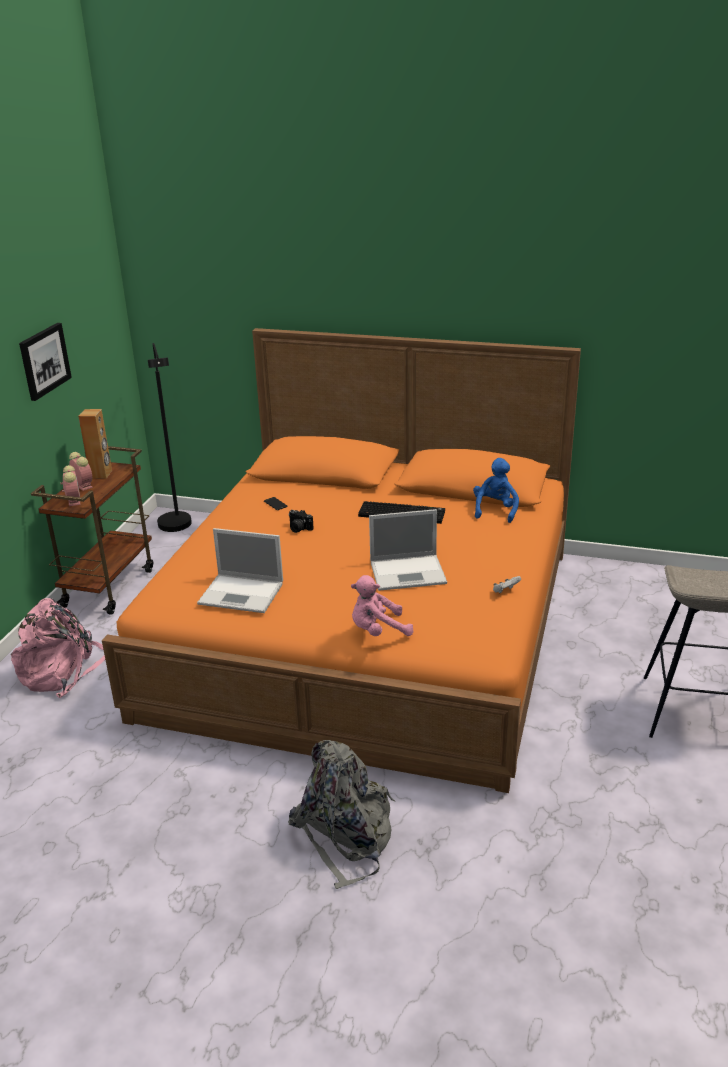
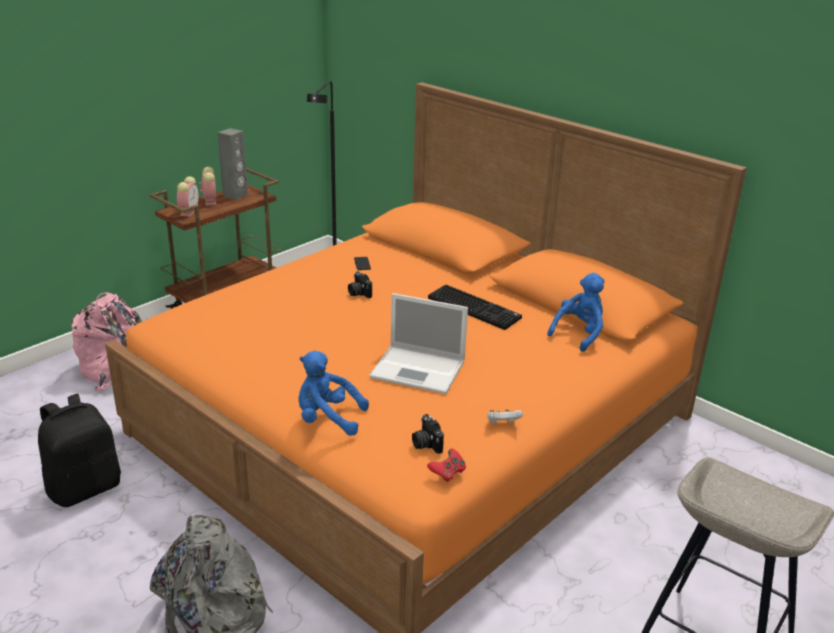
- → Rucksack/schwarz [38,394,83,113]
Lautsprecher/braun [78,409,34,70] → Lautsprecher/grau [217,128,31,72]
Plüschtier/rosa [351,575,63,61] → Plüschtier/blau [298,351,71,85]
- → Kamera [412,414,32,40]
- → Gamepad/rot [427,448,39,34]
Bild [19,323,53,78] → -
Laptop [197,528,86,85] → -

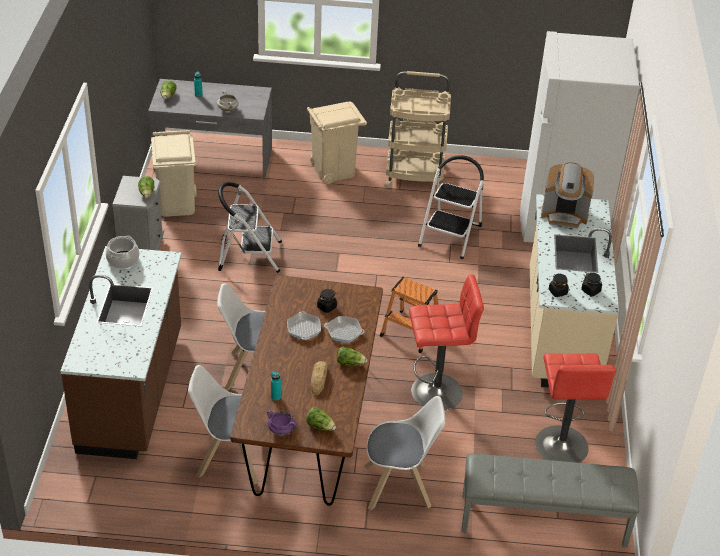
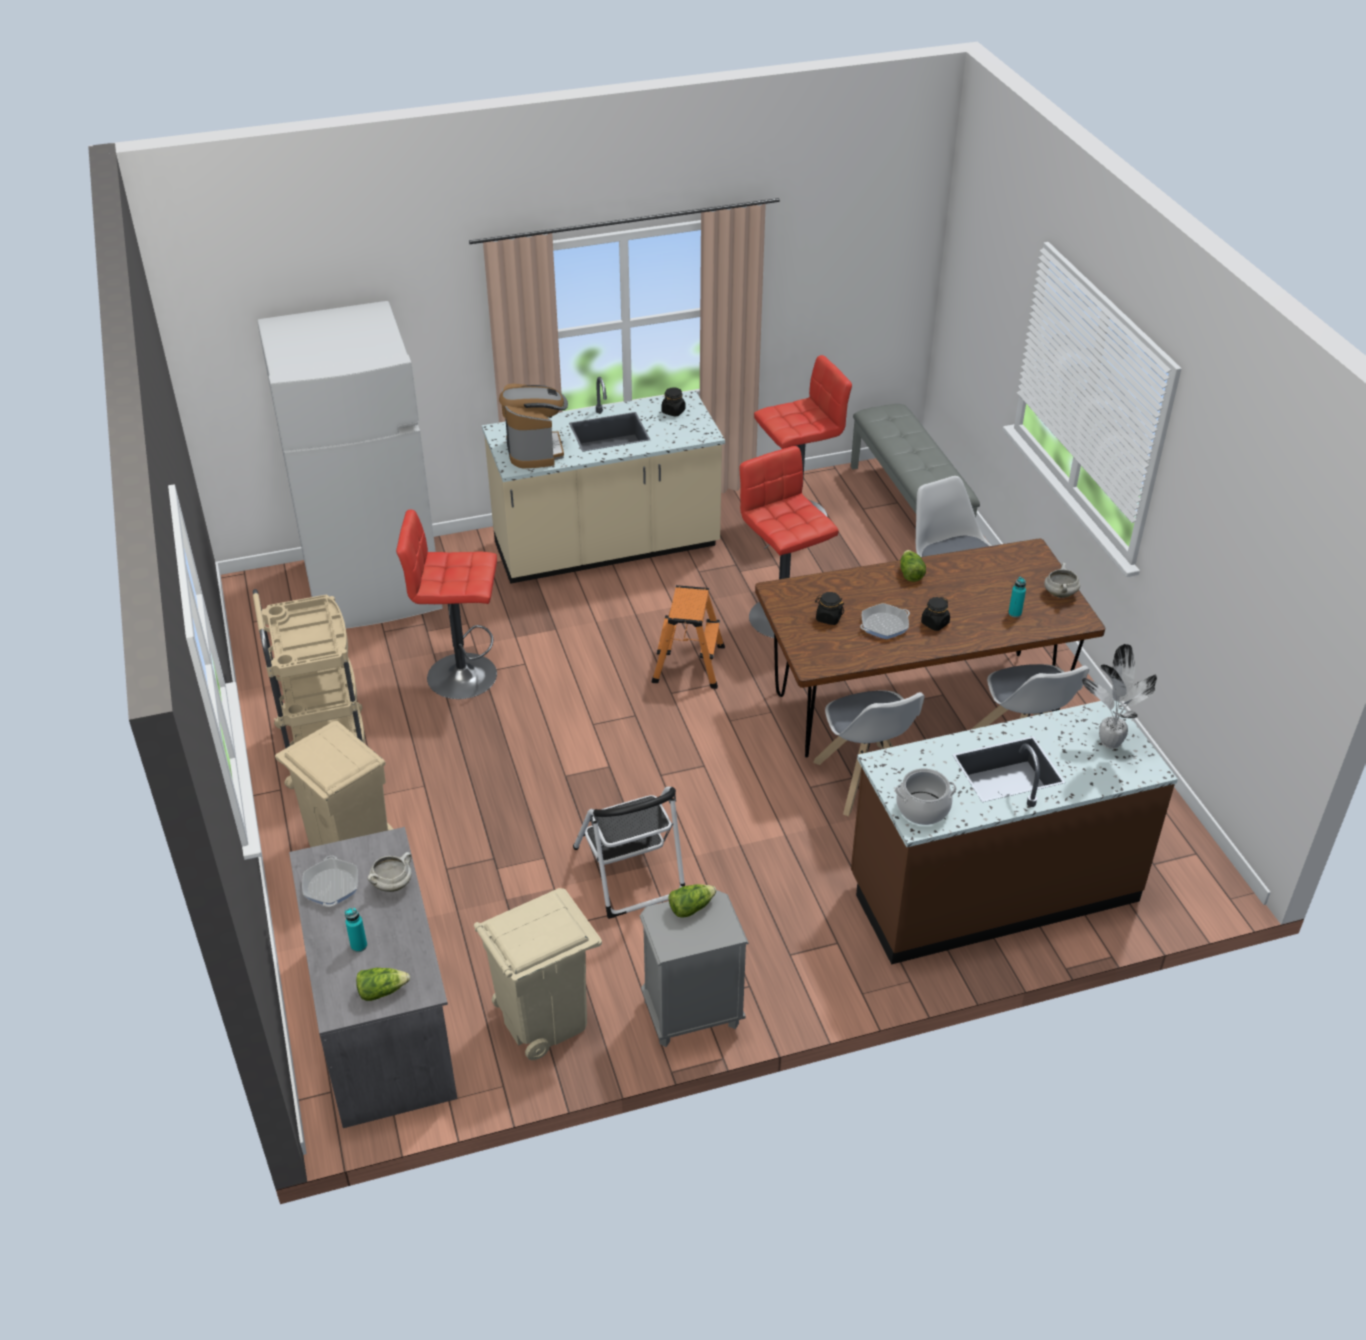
Pfanne [324,316,41,27] → Pfanne [302,855,56,52], relocated
Trittleiter [418,155,66,104] → Hocker/rot [396,510,101,189]
Vorratsglas/schwarz [549,273,20,24] → Vorratsglas/schwarz [921,597,29,34], relocated
Kochtopf/lila [267,410,29,25] → Kochtopf/weiß [1044,563,36,35]
- → Topfpflanze [1082,644,75,105]
Salatkopf [306,407,30,24] → -
Brot [311,361,16,34] → -

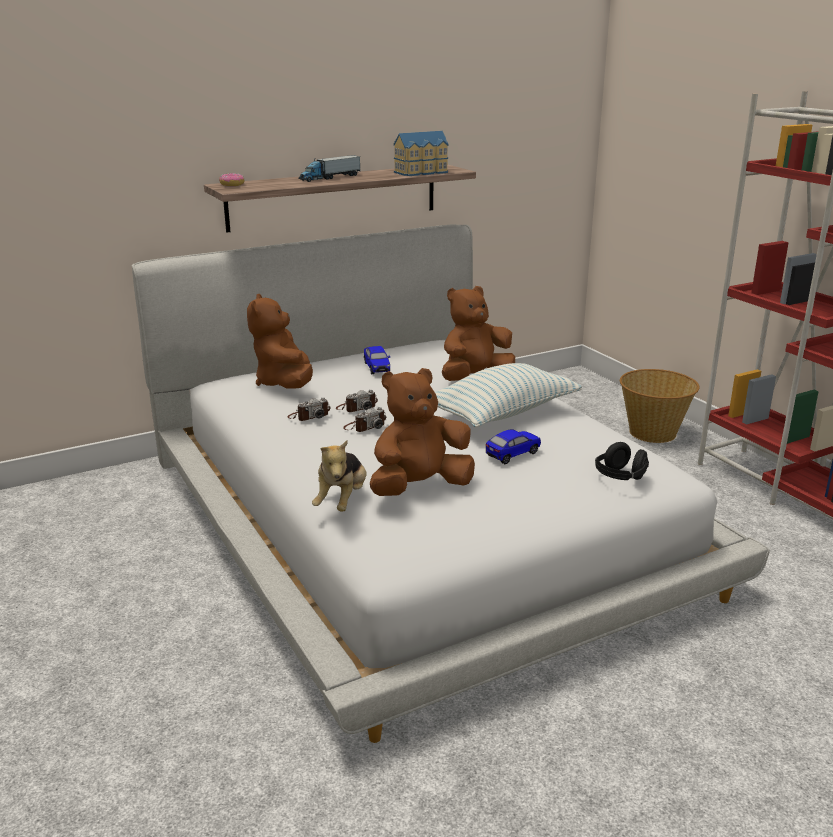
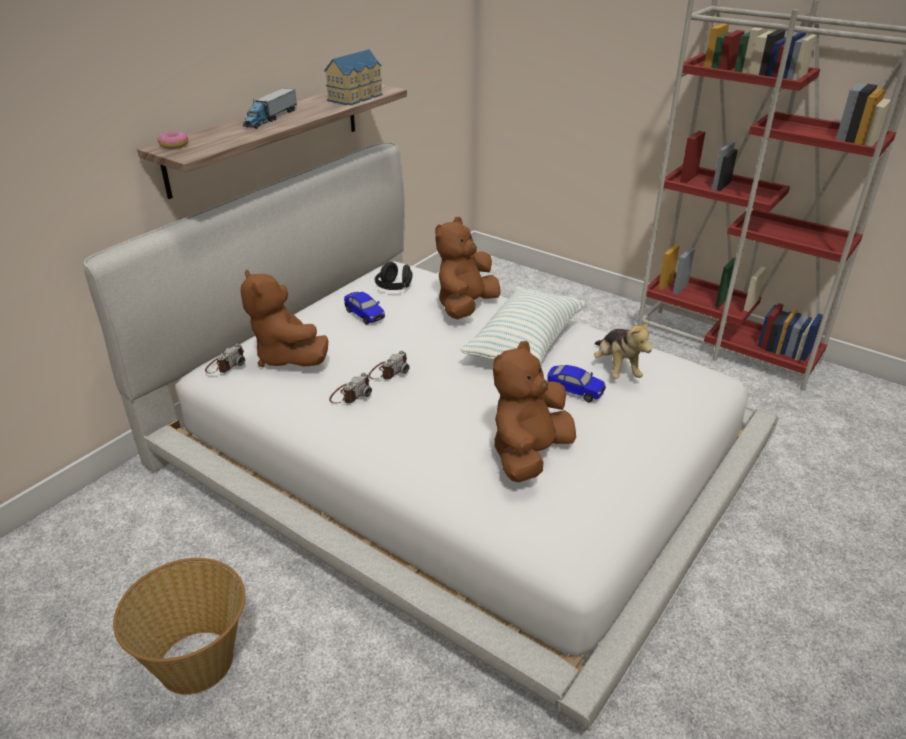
Korb [620,369,80,74] → Korb [113,558,132,137], relocated
Kamera [343,407,43,25] → Kamera [205,344,40,29], relocated
Kopfhörer/schwarz [595,442,54,38] → Kopfhörer/schwarz [375,262,38,28], relocated
Spielzeugauto [486,429,55,35] → Spielzeugauto [547,365,59,37], 90 degrees clockwise
Plüschtier [312,440,55,72] → Plüschtier [594,320,58,59], relocated

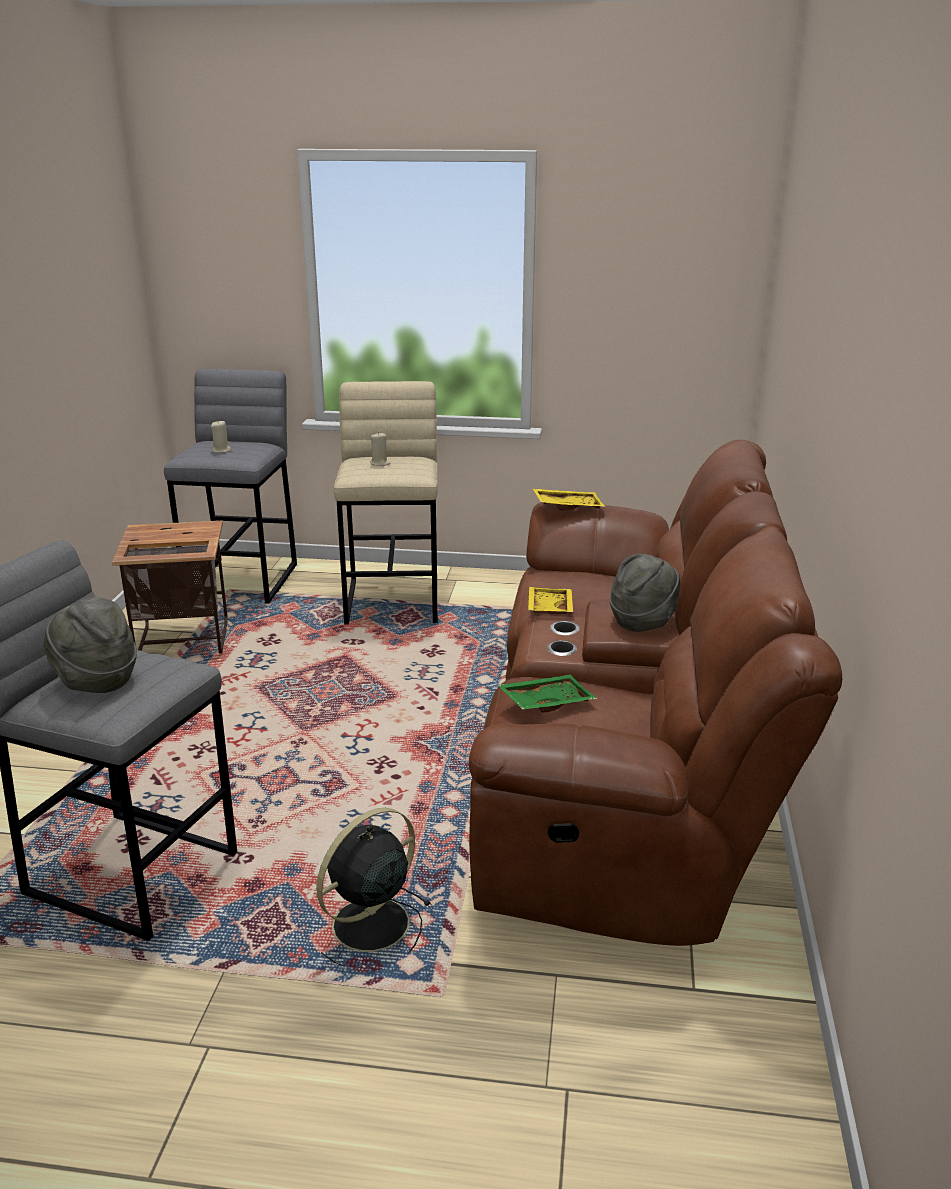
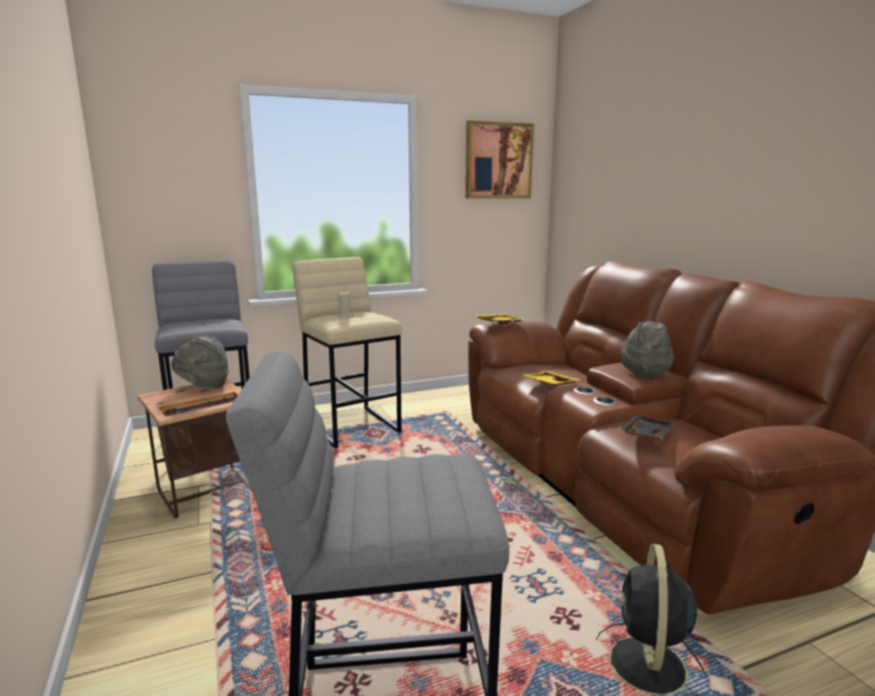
Hut/grau [44,597,93,96] → Hut/grau [171,336,58,52], relocated
- → Bild [466,121,68,78]
Tablett/grün [498,675,99,37] → Tablett/schwarz [619,415,56,26]
Kerze/beige [211,421,20,32] → -

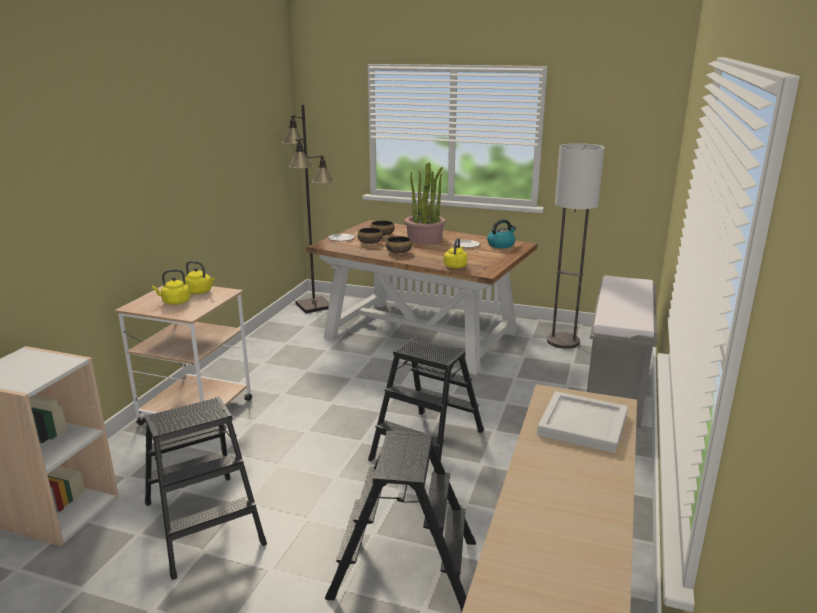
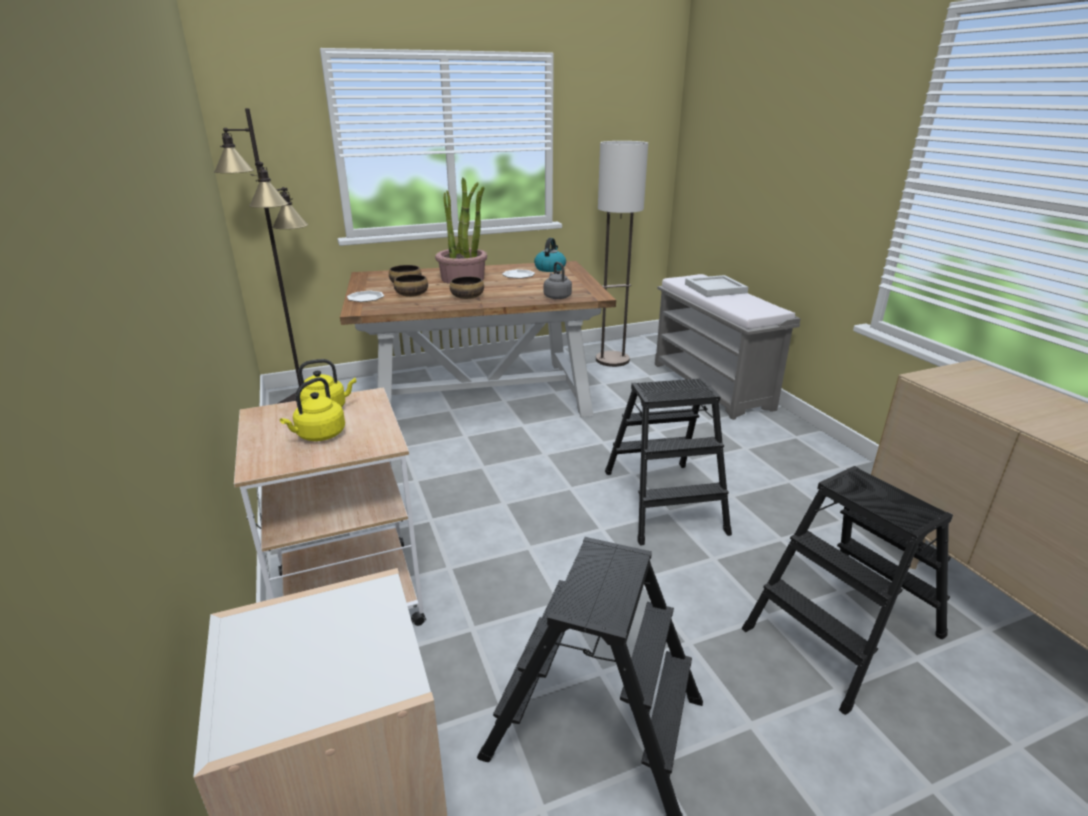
Wasserkessel/gelb [444,238,23,30] → Wasserkessel/grau [544,262,28,37]
Tablett/weiß [537,391,91,62] → Tablett/weiß [685,275,63,22], relocated

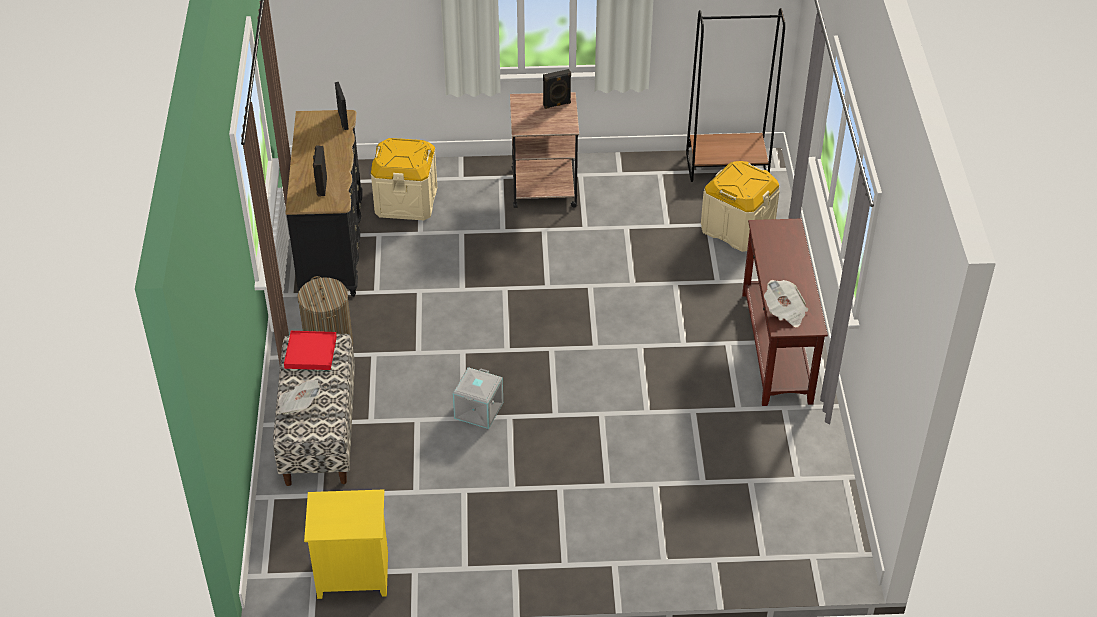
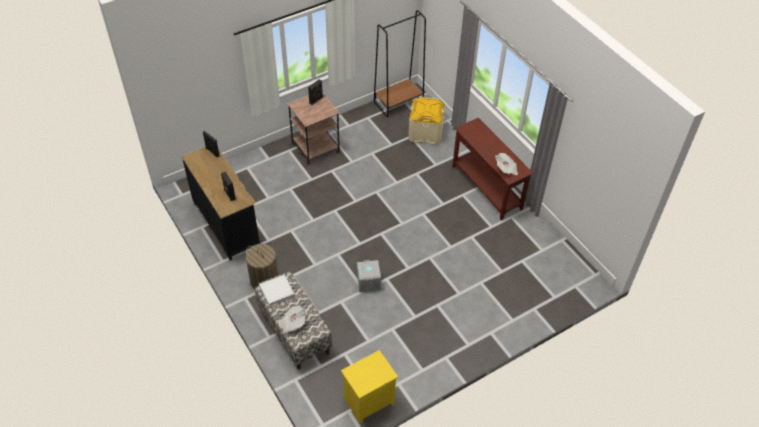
Tablett/rot [284,331,53,39] → Tablett/weiß [259,274,36,32]
Aufbewahrungsbox/beige [371,138,66,82] → -

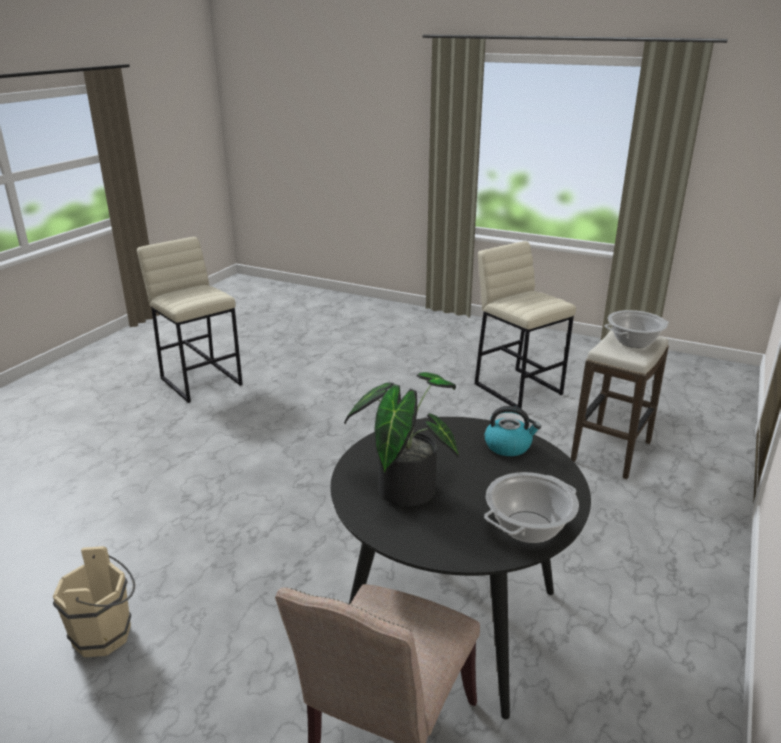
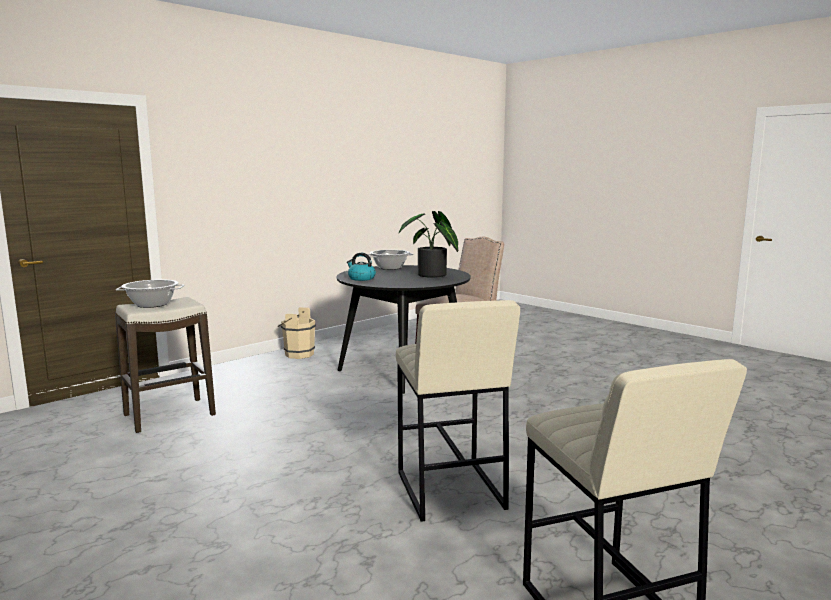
Eimer/beige [53,546,82,111] → Eimer/beige [278,307,38,52], relocated
Hocker/beige [475,241,101,168] → Hocker/beige [396,300,124,222], relocated

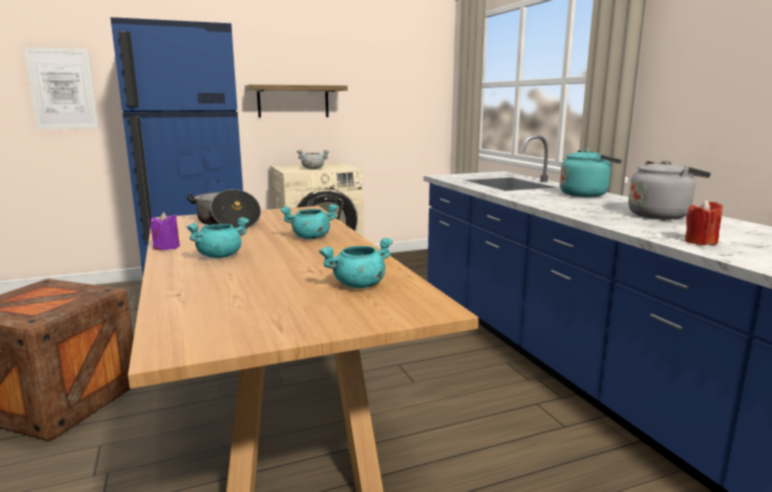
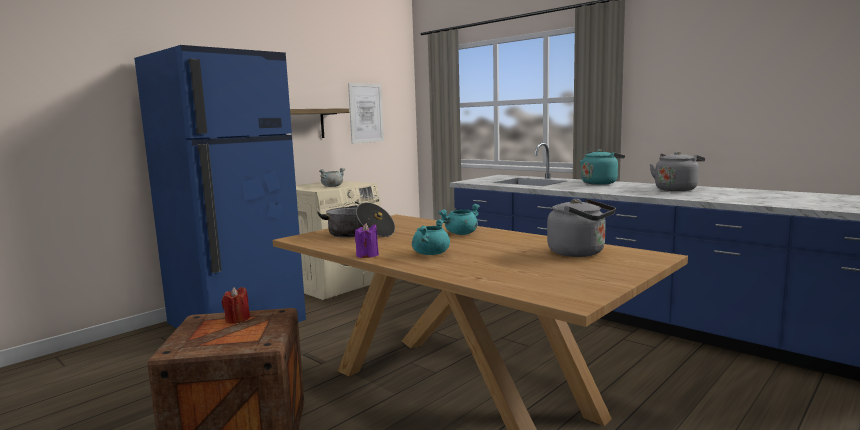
Kerze/rot [685,200,37,45] → Kerze/rot [222,287,28,37], relocated
Bild [23,47,76,82] → Bild [348,83,36,61], relocated
Kochtopf/türkis [319,238,74,50] → Wasserkessel/grau [547,199,69,58]

